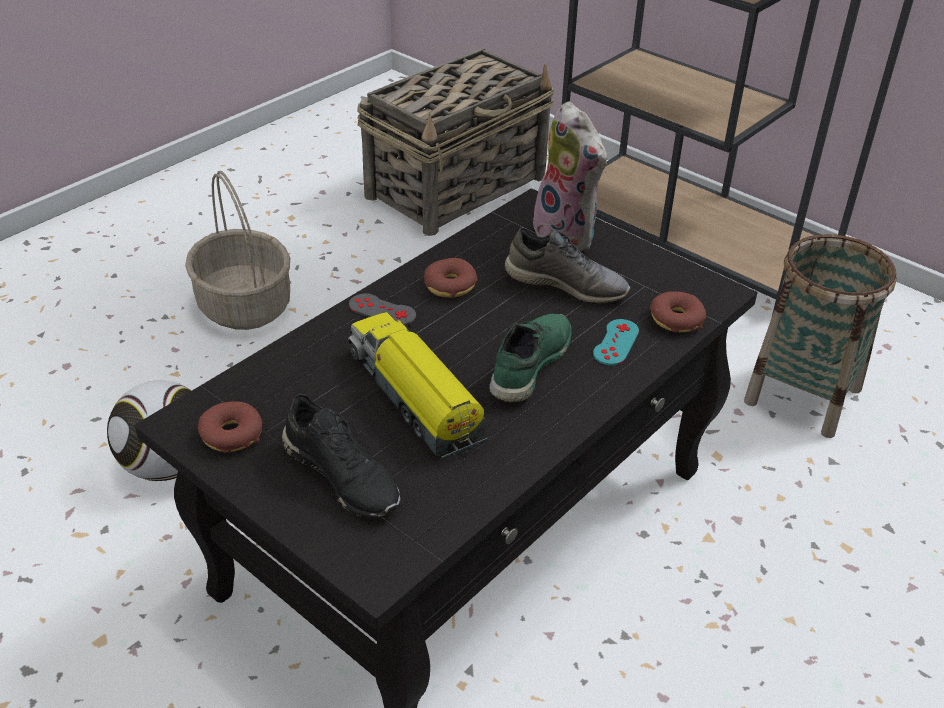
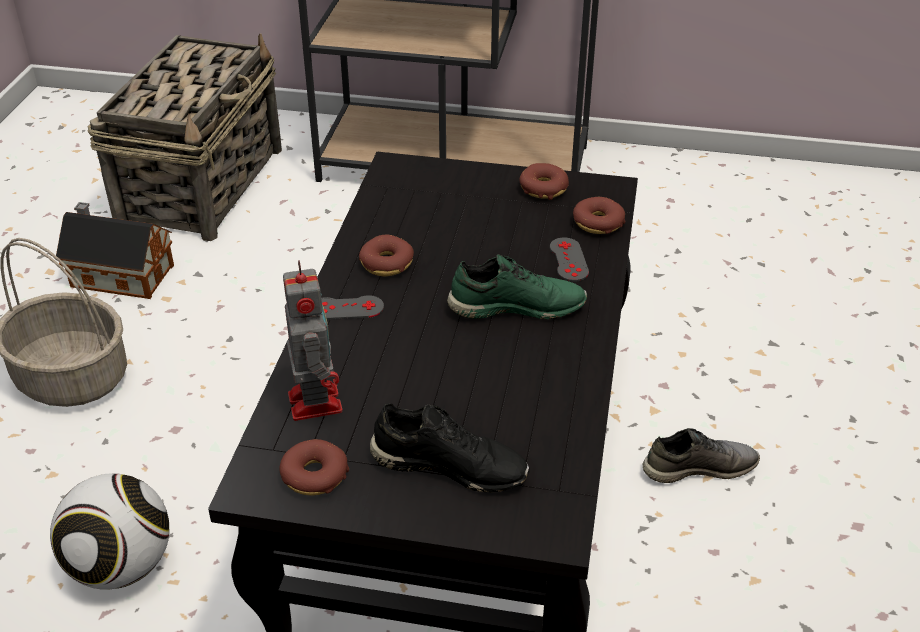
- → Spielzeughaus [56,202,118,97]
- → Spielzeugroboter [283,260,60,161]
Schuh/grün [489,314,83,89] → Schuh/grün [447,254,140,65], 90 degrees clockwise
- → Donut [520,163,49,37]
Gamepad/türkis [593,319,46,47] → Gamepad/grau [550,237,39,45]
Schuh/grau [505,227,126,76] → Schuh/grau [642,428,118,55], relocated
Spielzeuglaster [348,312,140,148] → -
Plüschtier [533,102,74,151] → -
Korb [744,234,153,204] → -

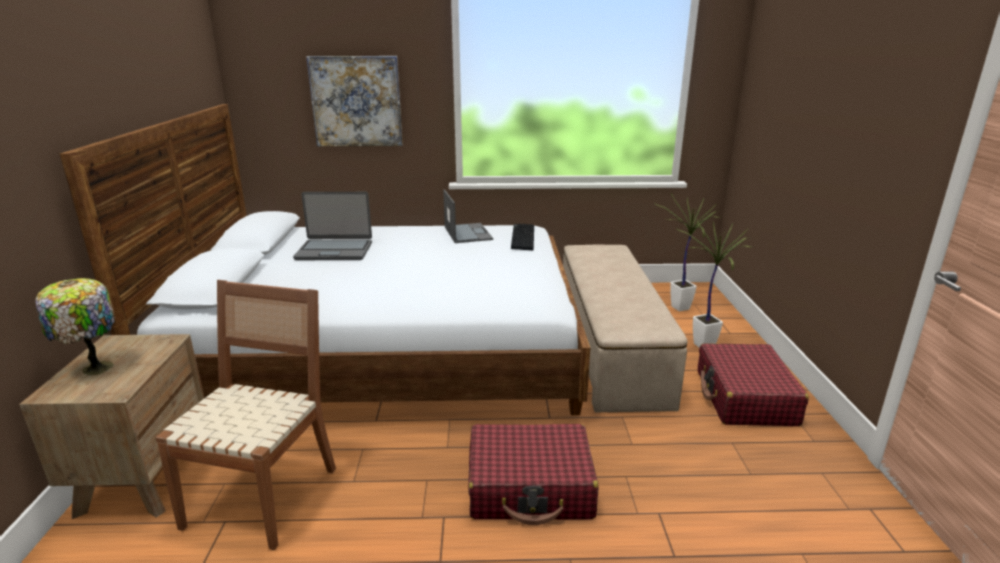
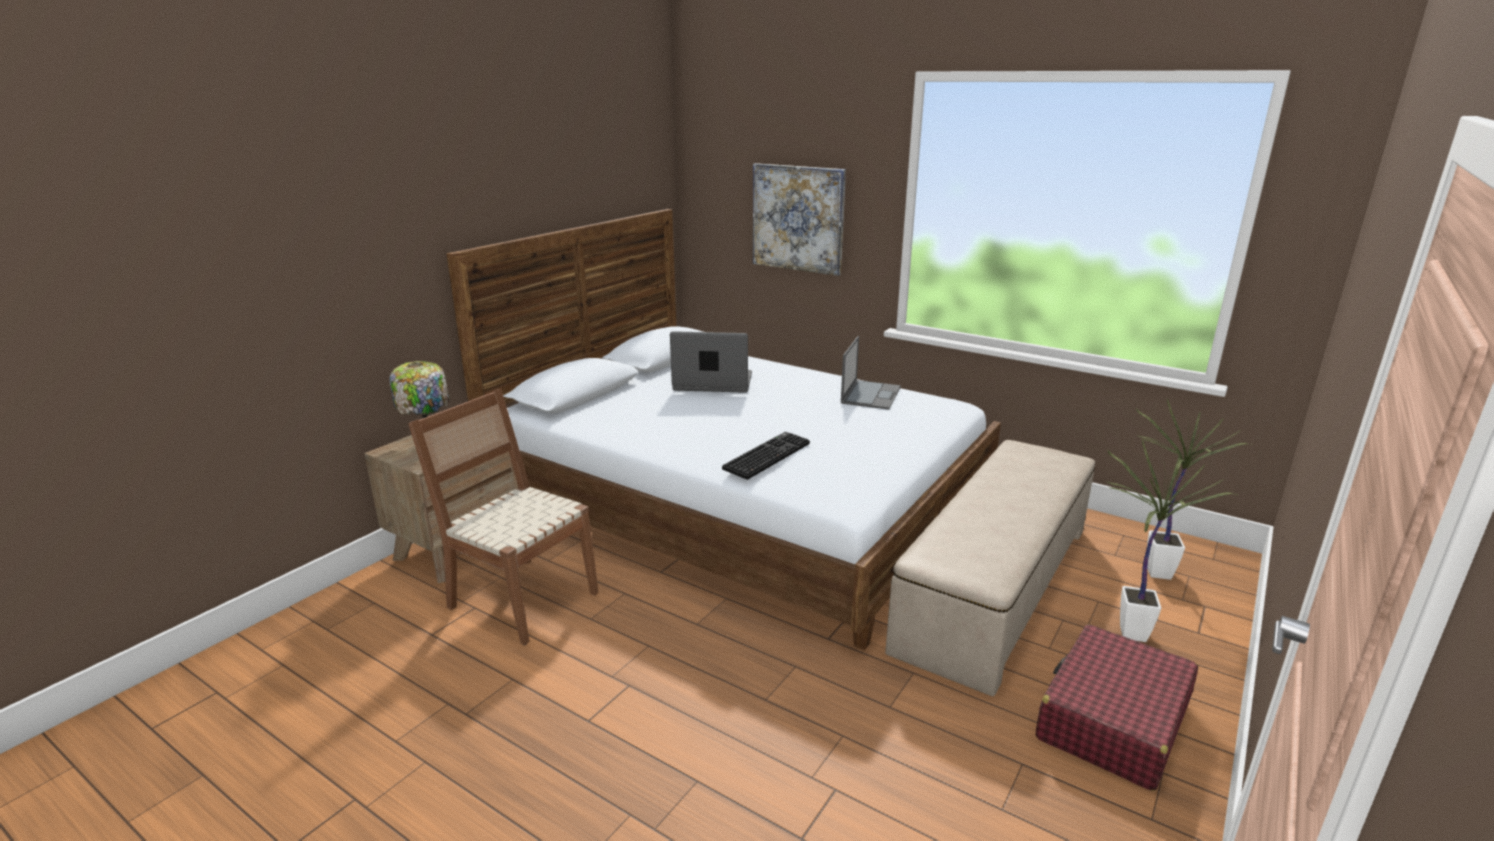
Stuhl [156,280,180,270] → Stuhl [409,388,189,257], 105 degrees counterclockwise
Laptop [293,192,79,68] → Laptop [670,331,82,62], 150 degrees clockwise
Tastatur [511,224,23,26] → Tastatur [722,432,88,48], relocated
Koffer/rot [468,424,131,101] → -

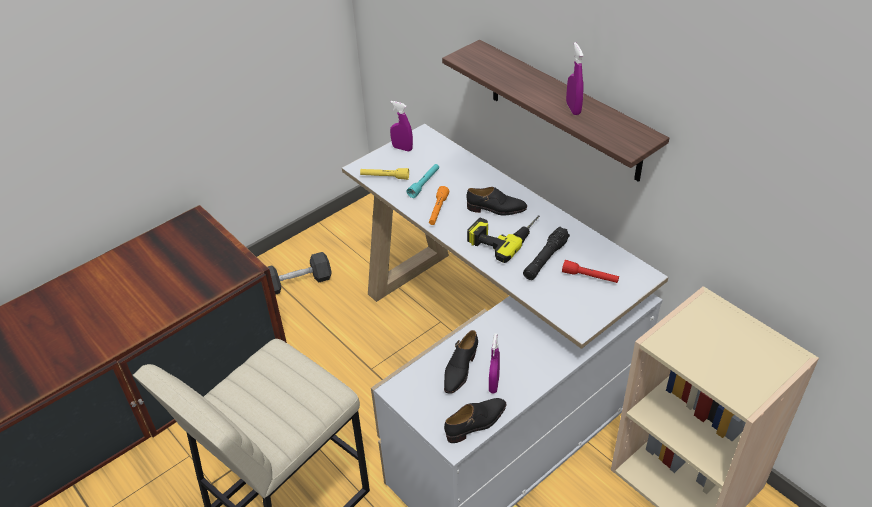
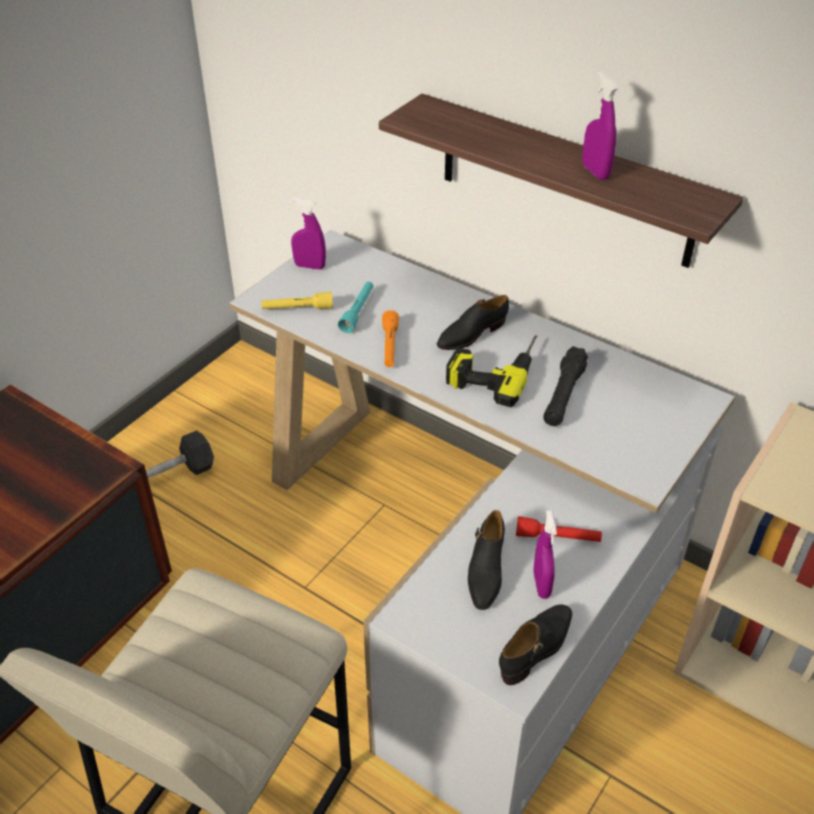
Schuh/schwarz [467,187,60,28] → Schuh/schwarz [437,295,72,55], 150 degrees clockwise
Taschenlampe/rot [562,260,57,23] → Taschenlampe/rot [516,516,86,26], relocated

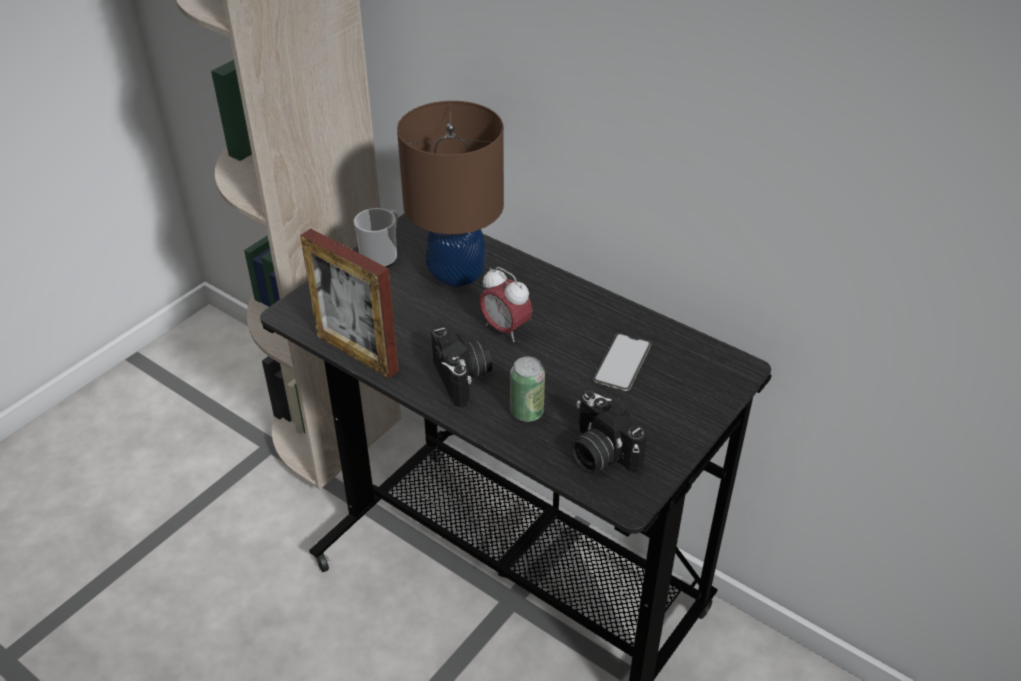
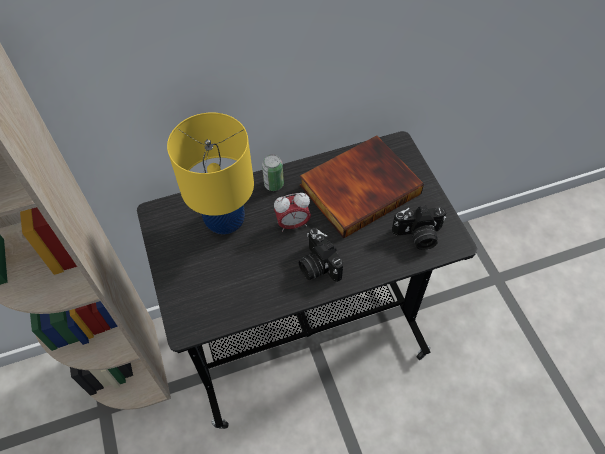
Tischlampe/braun [397,101,107,186] → Tischlampe/gelb [167,113,87,121]
Dose [510,357,35,65] → Dose [262,154,22,37], relocated
Kamera [431,325,61,82] → Kamera [299,228,44,54], 135 degrees counterclockwise
Handy [593,333,58,58] → Buch [300,135,124,104]
Bilderrahmen [300,229,99,149] → -
Henkelbecher [354,208,44,60] → -

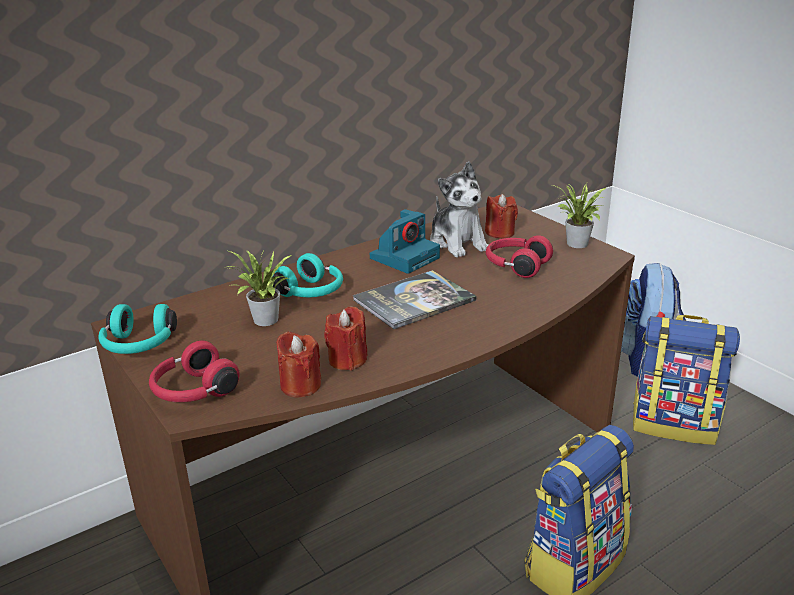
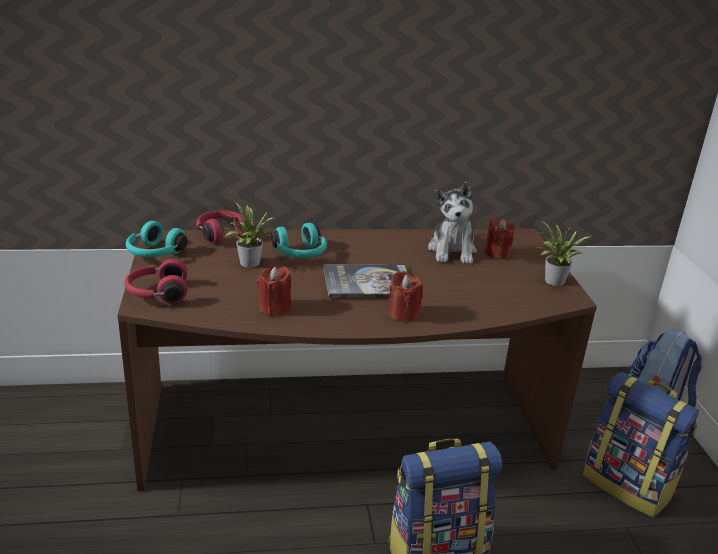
Kopfhörer/rot [486,235,67,43] → Kopfhörer/rot [196,210,49,34], relocated
Kerze/rot [276,331,45,66] → Kerze/rot [388,271,35,51], relocated
Kamera [370,209,70,65] → -

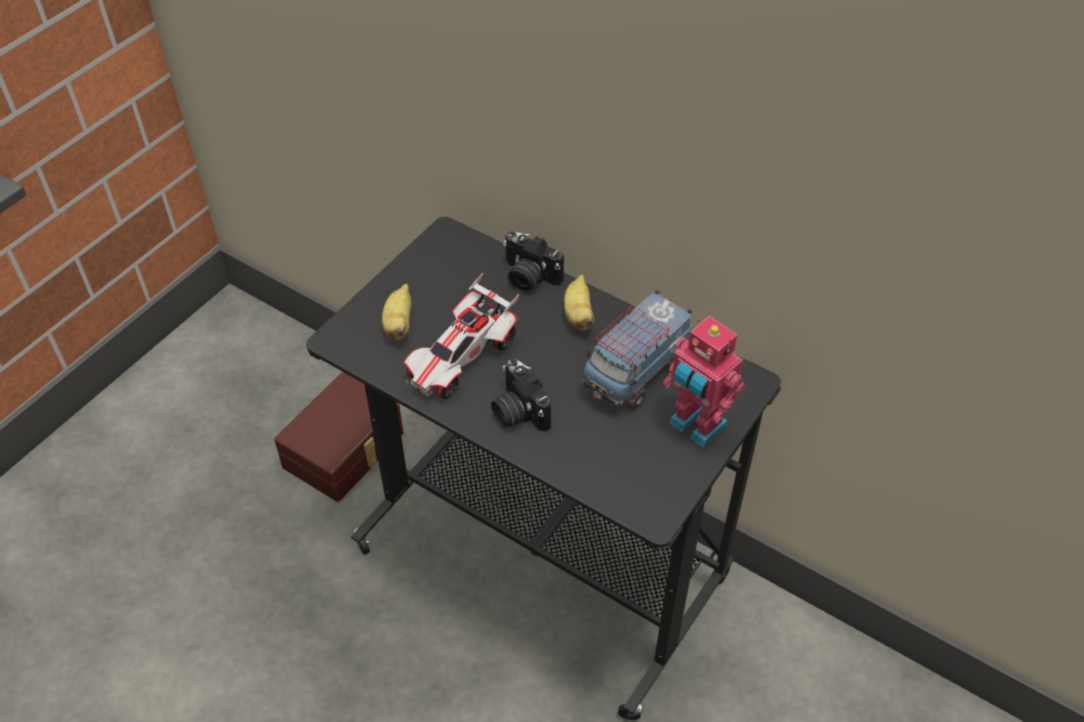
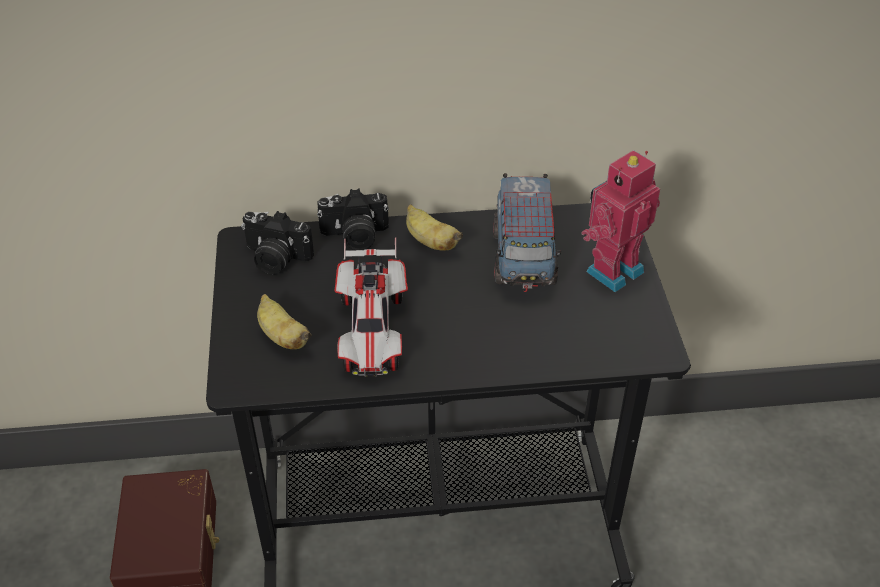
Kamera [491,358,60,74] → Kamera [241,211,73,64], relocated
Spielzeugroboter [663,316,82,131] → Spielzeugroboter [581,150,79,142], 135 degrees clockwise

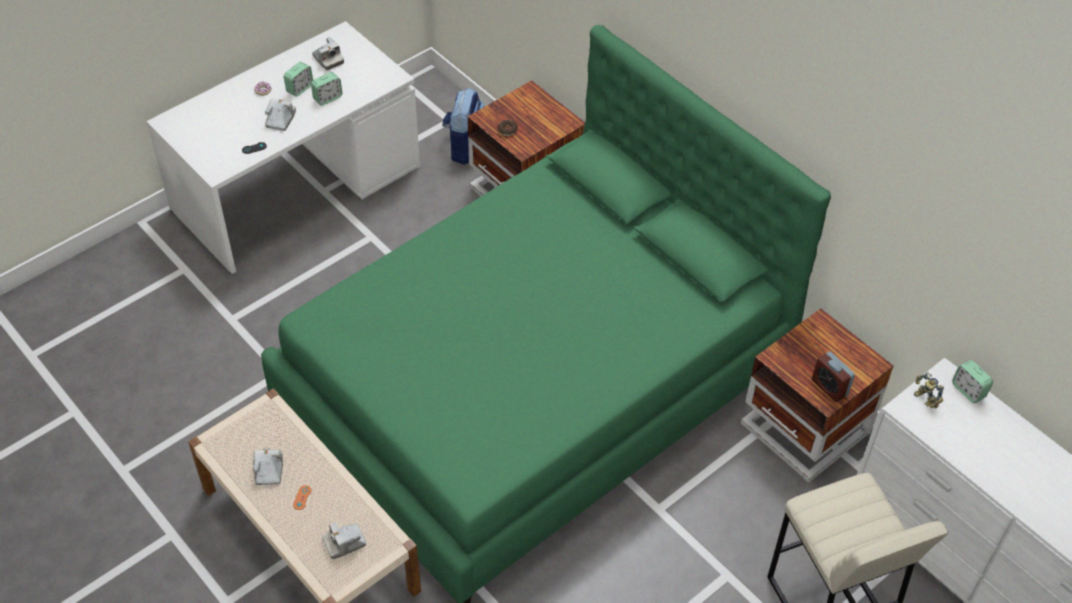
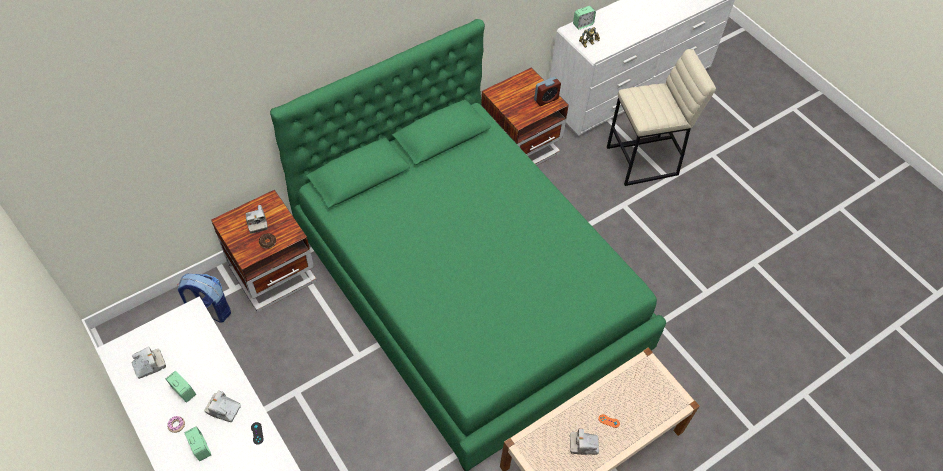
Wecker [311,72,32,34] → Wecker [185,426,26,35], relocated
Kamera [322,522,44,37] → Kamera [246,205,22,29], relocated

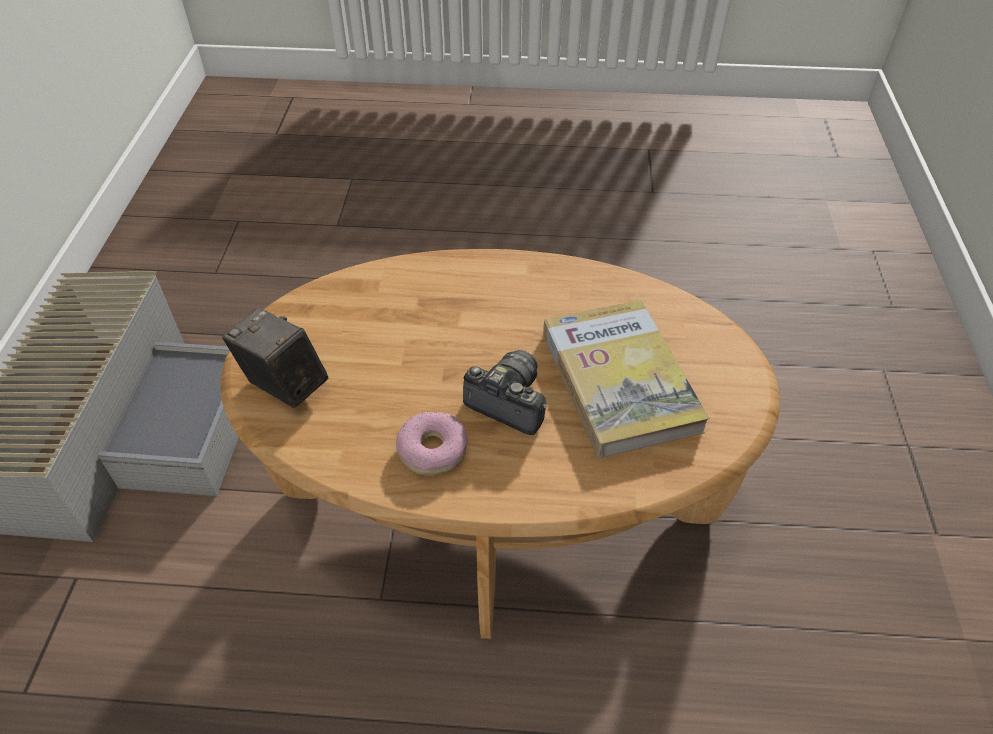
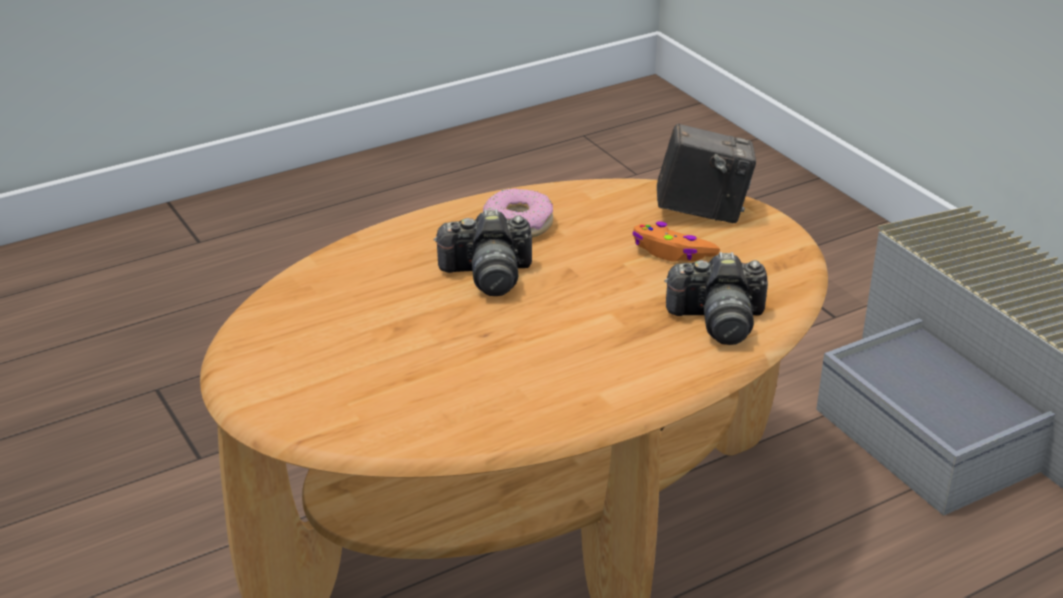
- → Gamepad/orange [632,221,88,41]
- → Kamera [664,252,104,93]
Buch [543,300,167,158] → -

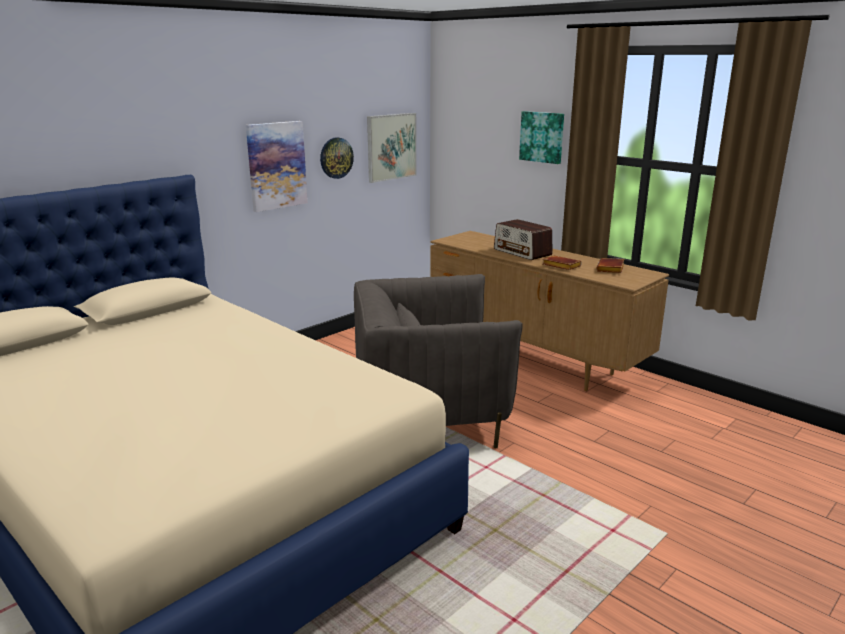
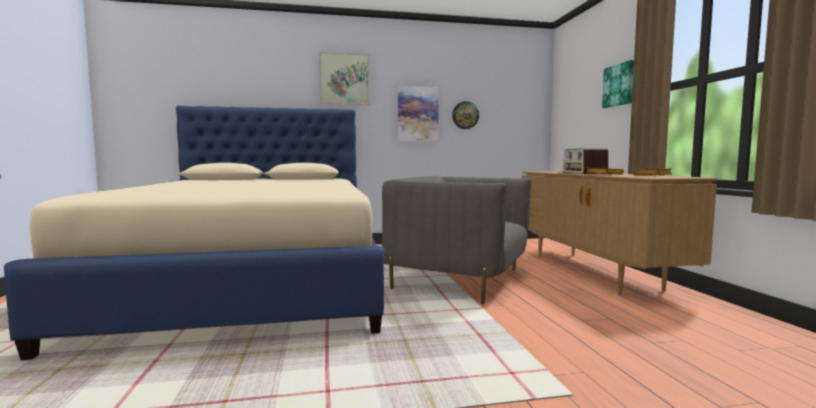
Bild [367,113,50,70] → Bild [319,52,51,53], relocated

